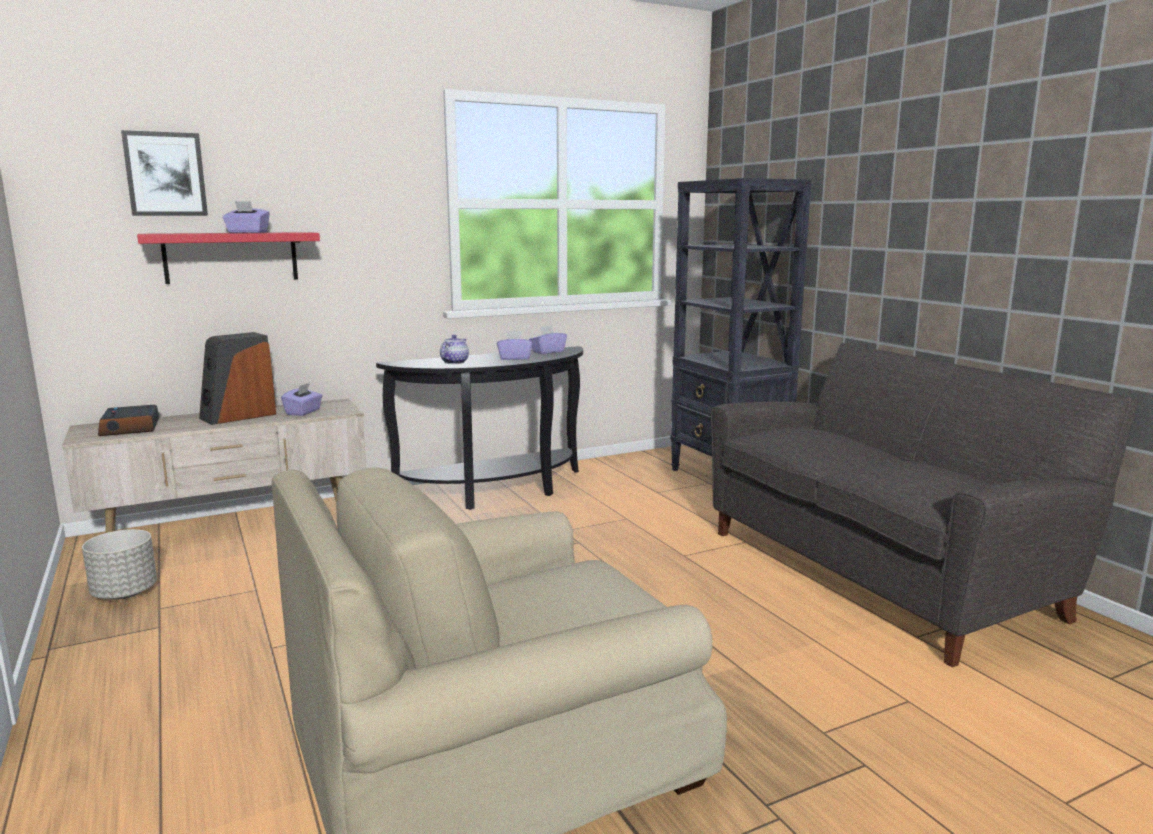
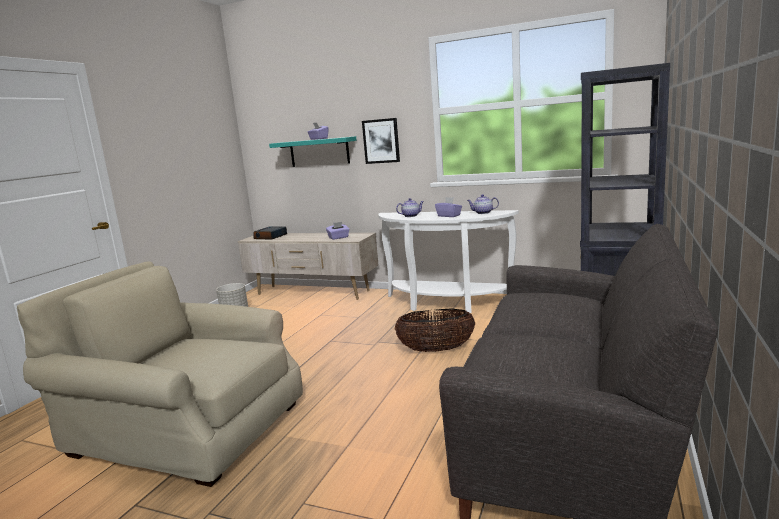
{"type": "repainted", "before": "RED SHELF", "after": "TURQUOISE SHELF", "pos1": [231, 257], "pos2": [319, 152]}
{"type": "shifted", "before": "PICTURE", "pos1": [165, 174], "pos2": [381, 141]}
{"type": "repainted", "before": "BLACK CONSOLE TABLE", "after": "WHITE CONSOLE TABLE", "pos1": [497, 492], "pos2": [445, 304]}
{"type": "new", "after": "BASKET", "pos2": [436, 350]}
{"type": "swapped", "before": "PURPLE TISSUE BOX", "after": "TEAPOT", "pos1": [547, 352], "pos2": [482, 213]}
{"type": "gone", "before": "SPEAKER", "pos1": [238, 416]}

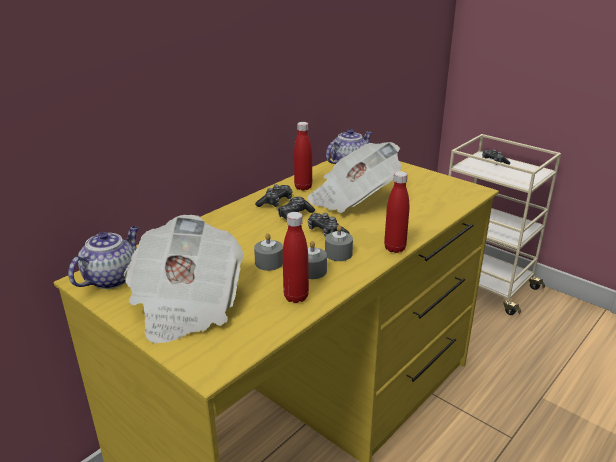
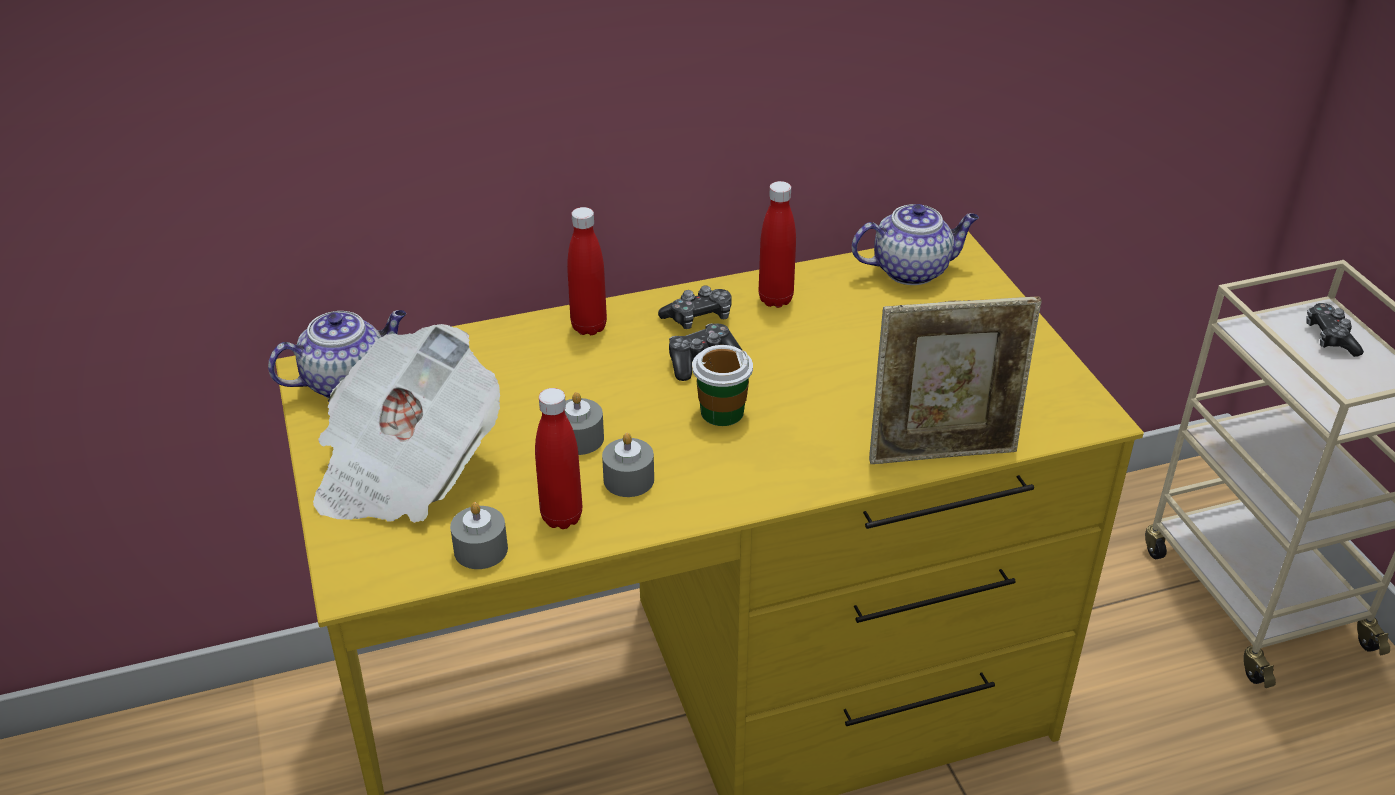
{"type": "shifted", "before": "GREY CANDLE", "pos1": [338, 254], "pos2": [481, 550]}
{"type": "shifted", "before": "RED BOTTLE", "pos1": [394, 248], "pos2": [589, 327]}
{"type": "swapped", "before": "GAME CONTROLLER", "after": "CUP", "pos1": [326, 232], "pos2": [721, 412]}
{"type": "new", "after": "PICTURE FRAME", "pos2": [942, 452]}
{"type": "gone", "before": "NEWSPAPER", "pos1": [352, 199]}

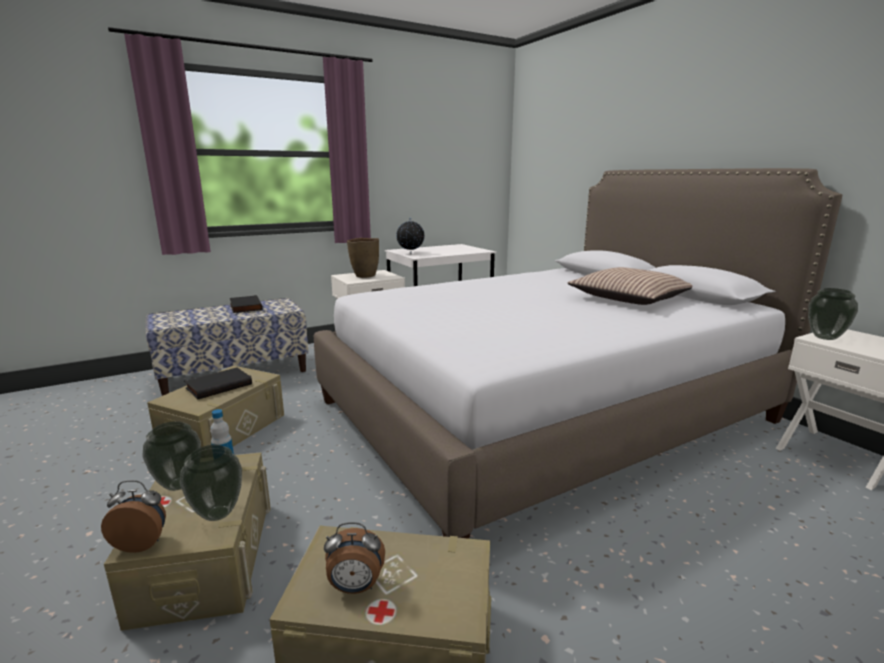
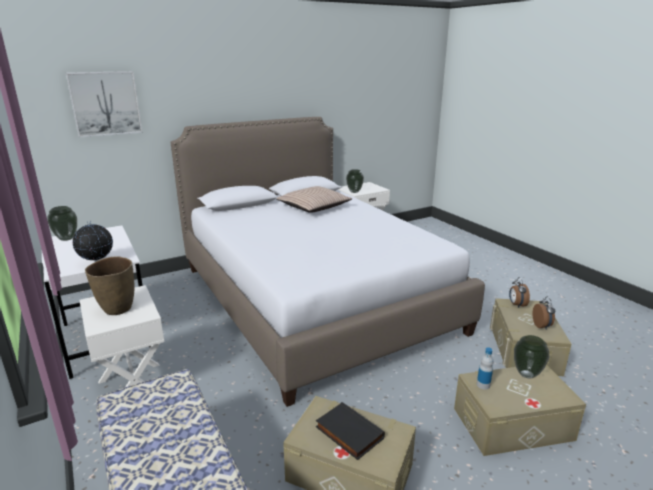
{"type": "shifted", "before": "VASE", "pos1": [178, 485], "pos2": [66, 239]}
{"type": "new", "after": "PICTURE", "pos2": [105, 103]}
{"type": "shifted", "before": "ALARM CLOCK", "pos1": [142, 542], "pos2": [516, 305]}
{"type": "gone", "before": "BLACK BOOK", "pos1": [244, 307]}

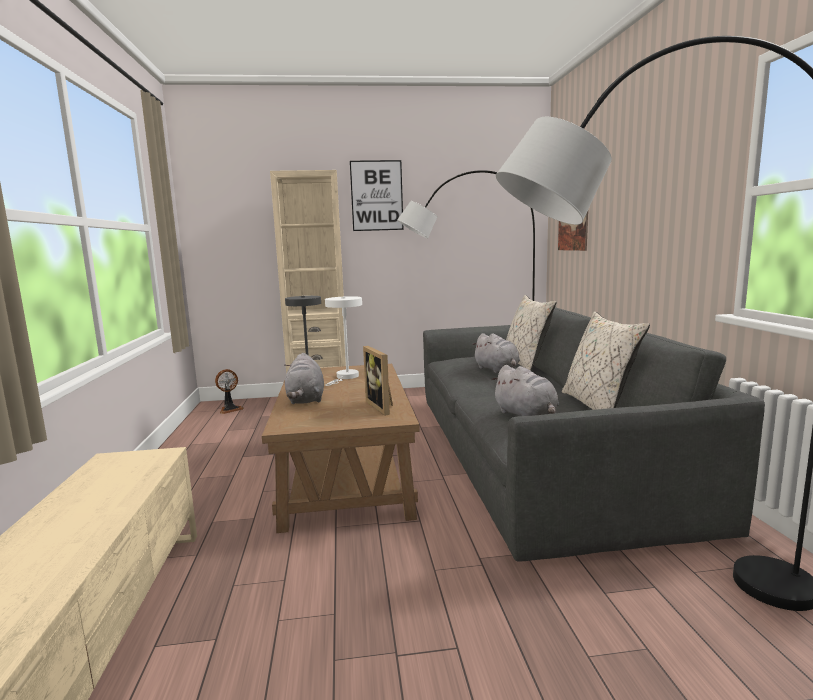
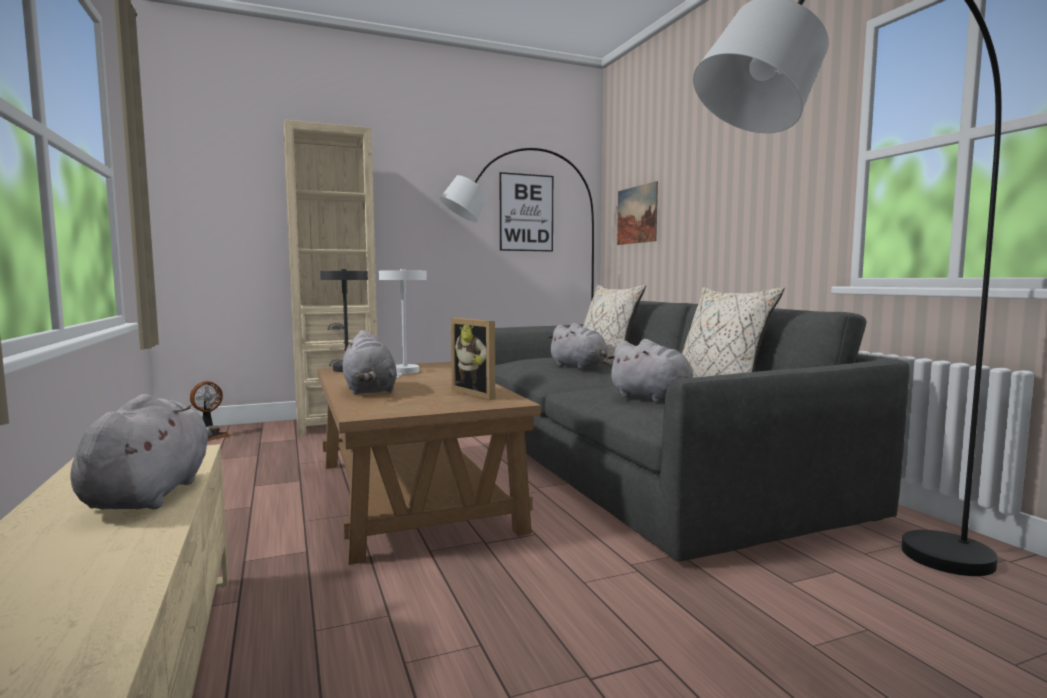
{"type": "new", "after": "GREY PLUSH TOY", "pos2": [150, 493]}
{"type": "shifted", "before": "PICTURE", "pos1": [377, 196], "pos2": [526, 213]}

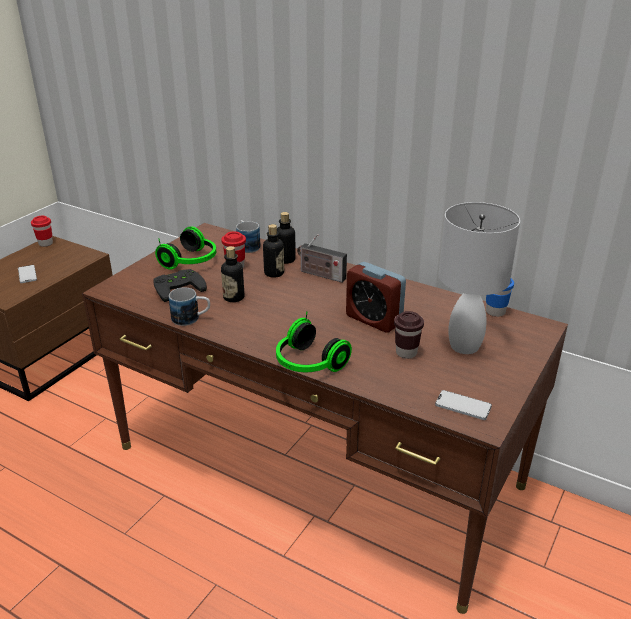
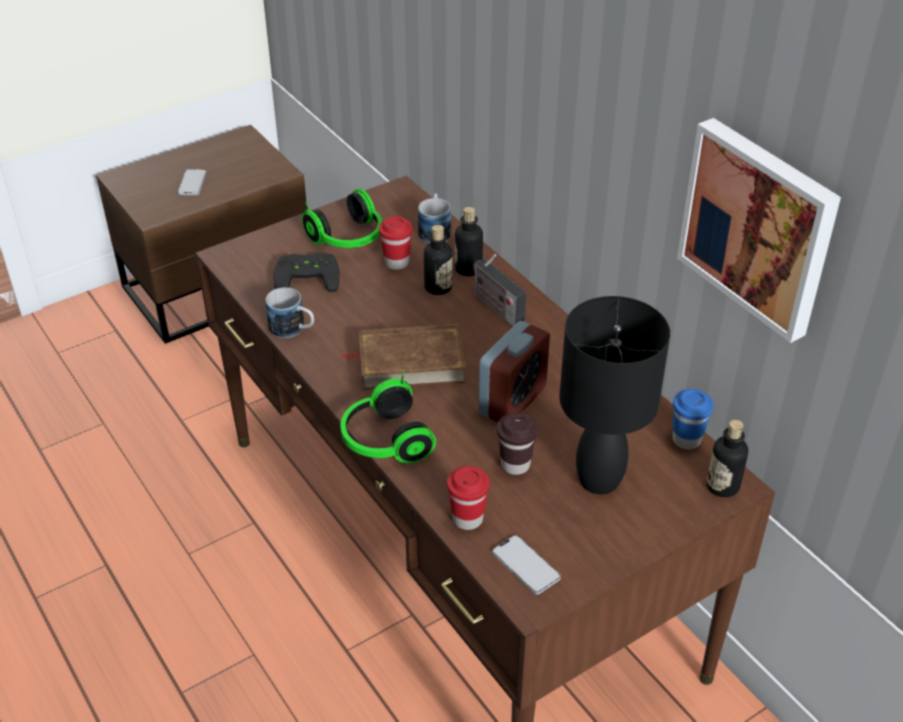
{"type": "new", "after": "BROWN BOOK", "pos2": [411, 362]}
{"type": "shifted", "before": "RED CUP", "pos1": [45, 243], "pos2": [467, 519]}
{"type": "rotated", "before": "ALARM CLOCK", "pos1": [374, 319], "pos2": [512, 400], "turn": -120}
{"type": "repainted", "before": "WHITE TABLE LAMP", "after": "BLACK TABLE LAMP", "pos1": [463, 346], "pos2": [597, 479]}
{"type": "new", "after": "PICTURE", "pos2": [759, 226]}
{"type": "shifted", "before": "BOTTLE", "pos1": [233, 297], "pos2": [722, 486]}

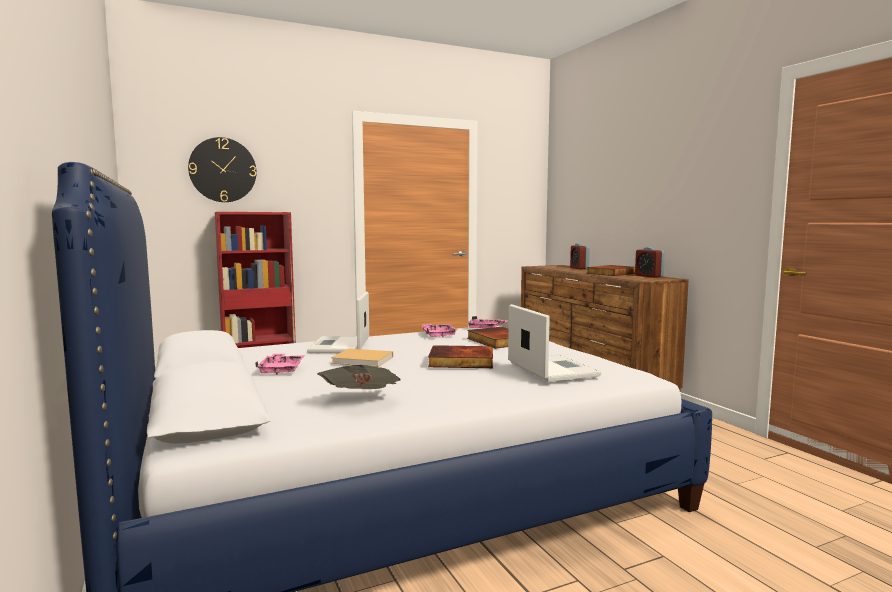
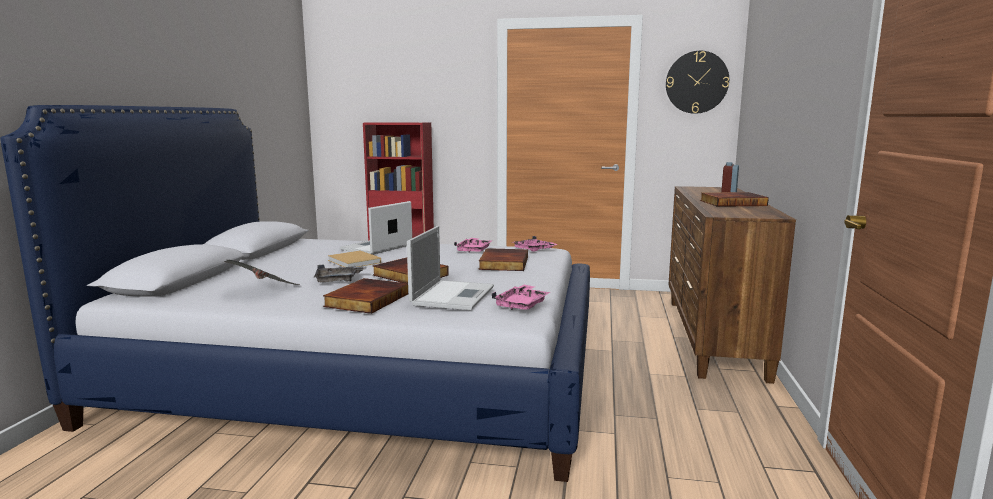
{"type": "new", "after": "GREY TRAY", "pos2": [338, 280]}
{"type": "new", "after": "BOOK", "pos2": [366, 299]}
{"type": "shifted", "before": "PINK TRAY", "pos1": [281, 370], "pos2": [522, 305]}
{"type": "shifted", "before": "WALL CLOCK", "pos1": [223, 170], "pos2": [696, 82]}
{"type": "gone", "before": "ALARM CLOCK", "pos1": [648, 276]}

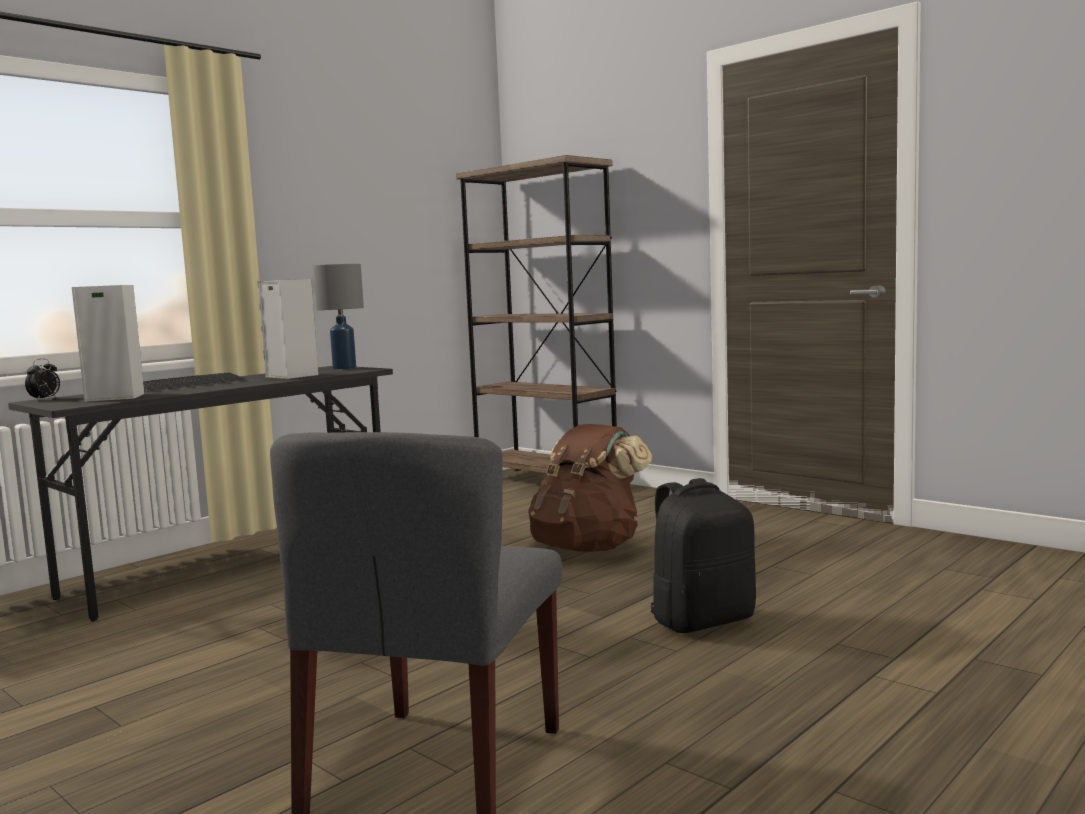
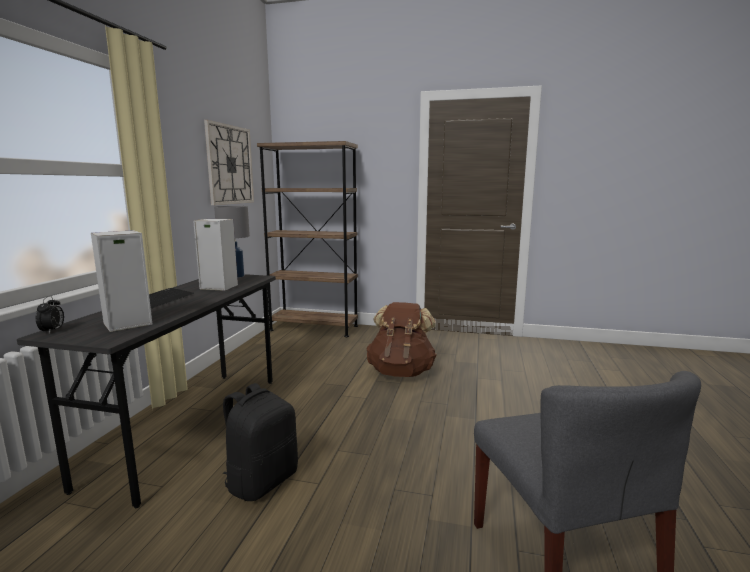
{"type": "new", "after": "WALL CLOCK", "pos2": [230, 165]}
{"type": "shifted", "before": "BLACK BACKPACK", "pos1": [702, 620], "pos2": [262, 481]}

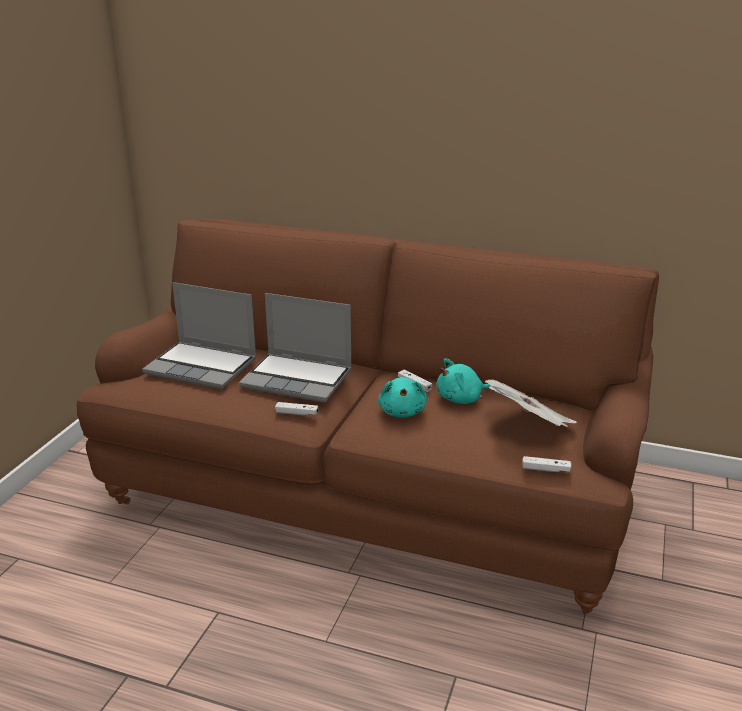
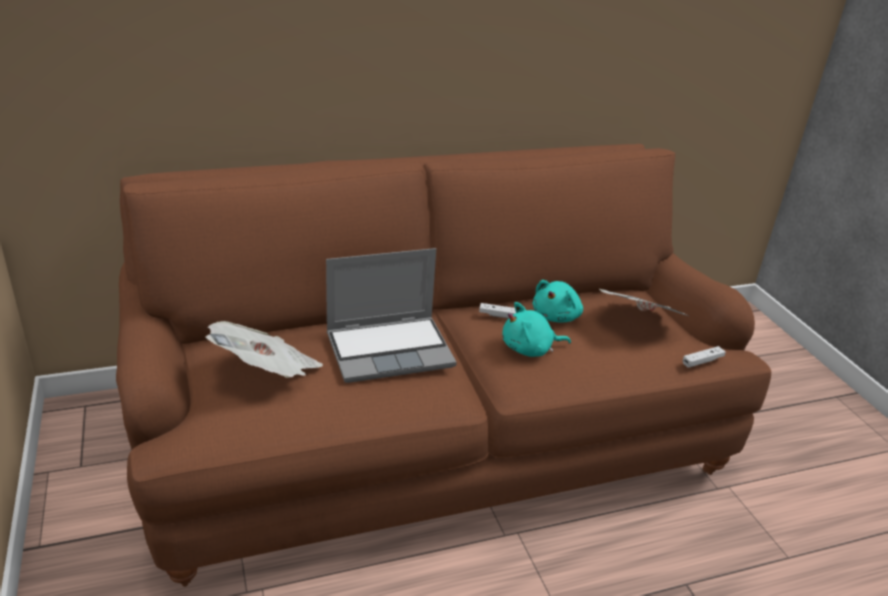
{"type": "swapped", "before": "LAPTOP", "after": "NEWSPAPER", "pos1": [203, 366], "pos2": [267, 373]}
{"type": "rotated", "before": "TURQUOISE PLUSH TOY", "pos1": [402, 411], "pos2": [530, 349], "turn": 120}
{"type": "gone", "before": "WHITE GAME CONTROLLER", "pos1": [297, 413]}

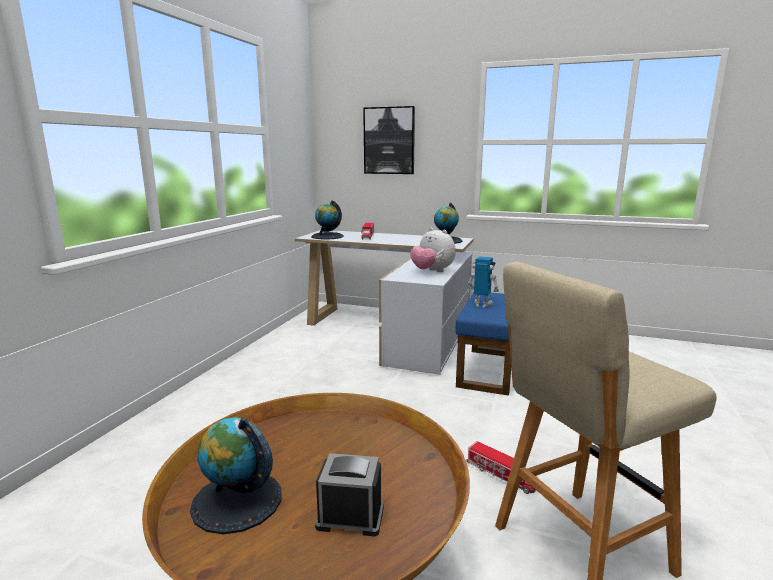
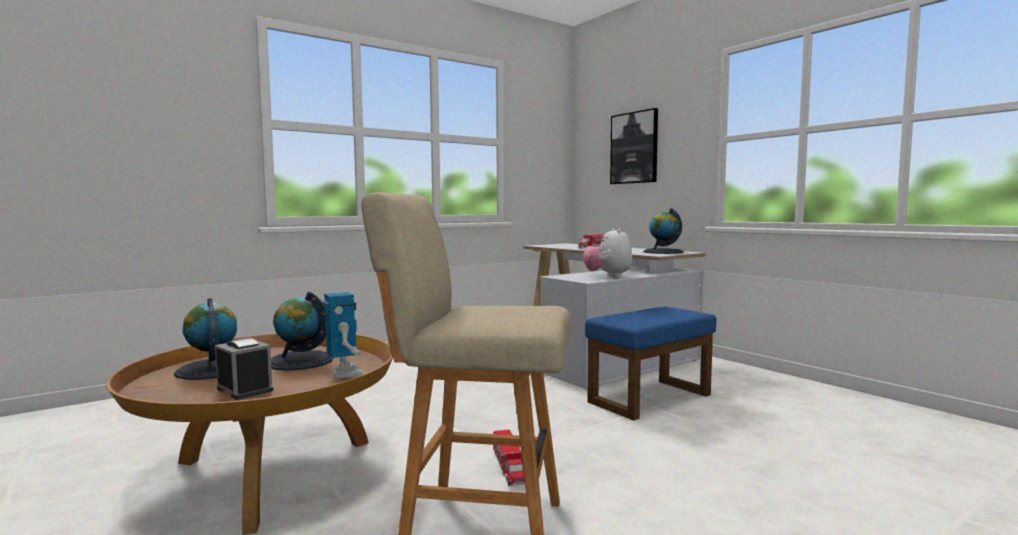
{"type": "shifted", "before": "GLOBE", "pos1": [327, 236], "pos2": [299, 361]}
{"type": "shifted", "before": "TOY ROBOT", "pos1": [482, 305], "pos2": [346, 374]}

